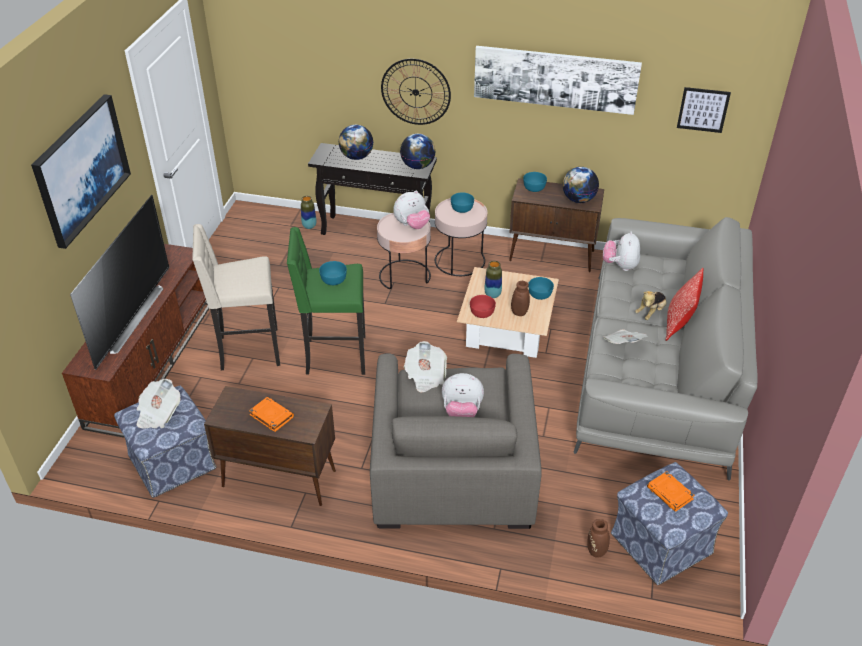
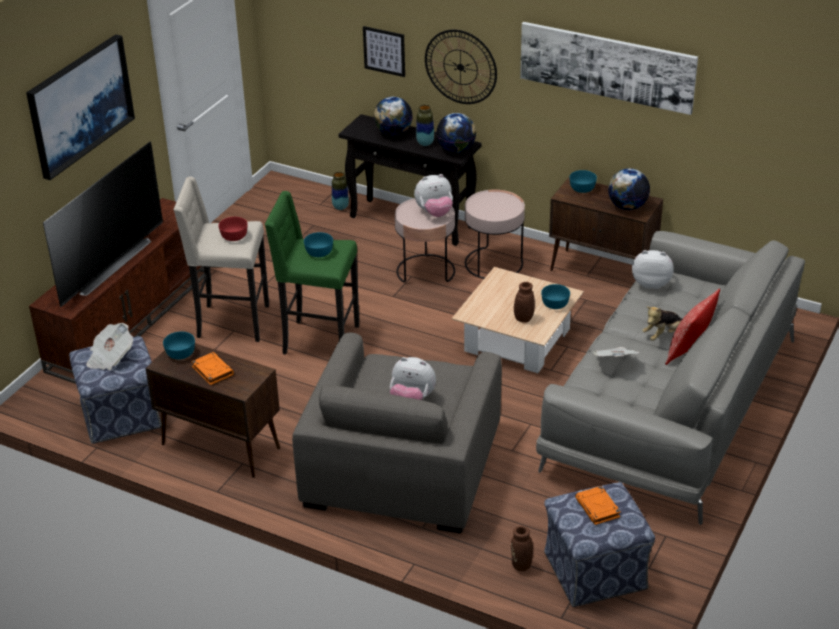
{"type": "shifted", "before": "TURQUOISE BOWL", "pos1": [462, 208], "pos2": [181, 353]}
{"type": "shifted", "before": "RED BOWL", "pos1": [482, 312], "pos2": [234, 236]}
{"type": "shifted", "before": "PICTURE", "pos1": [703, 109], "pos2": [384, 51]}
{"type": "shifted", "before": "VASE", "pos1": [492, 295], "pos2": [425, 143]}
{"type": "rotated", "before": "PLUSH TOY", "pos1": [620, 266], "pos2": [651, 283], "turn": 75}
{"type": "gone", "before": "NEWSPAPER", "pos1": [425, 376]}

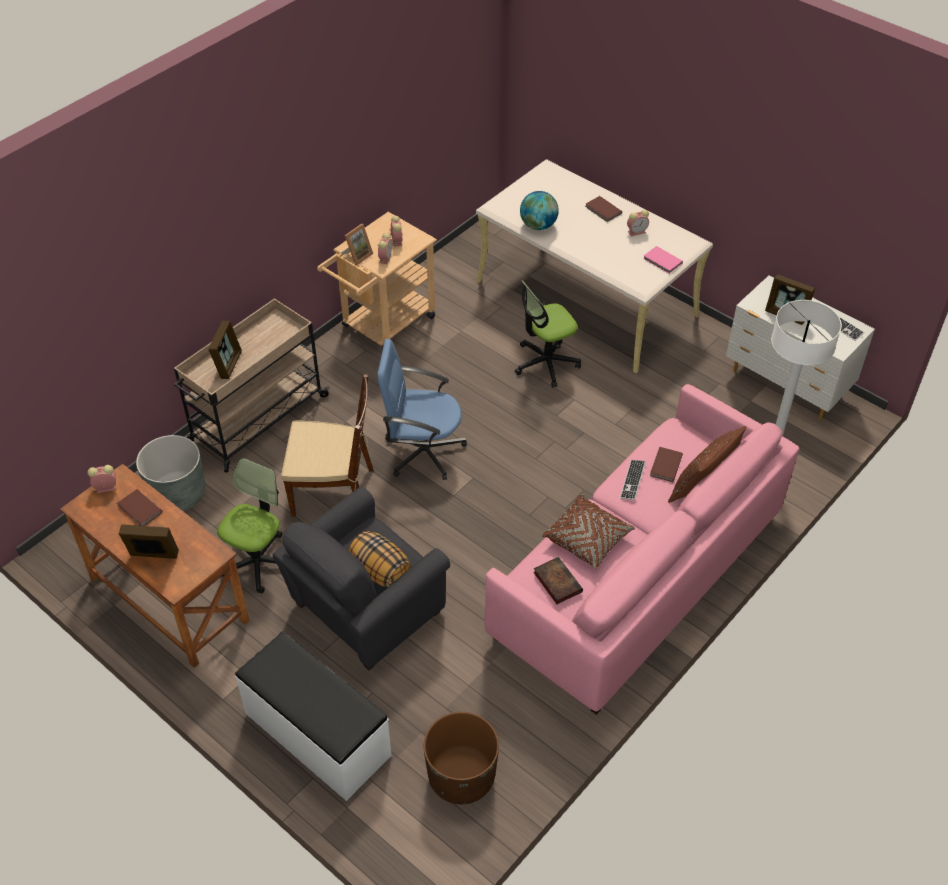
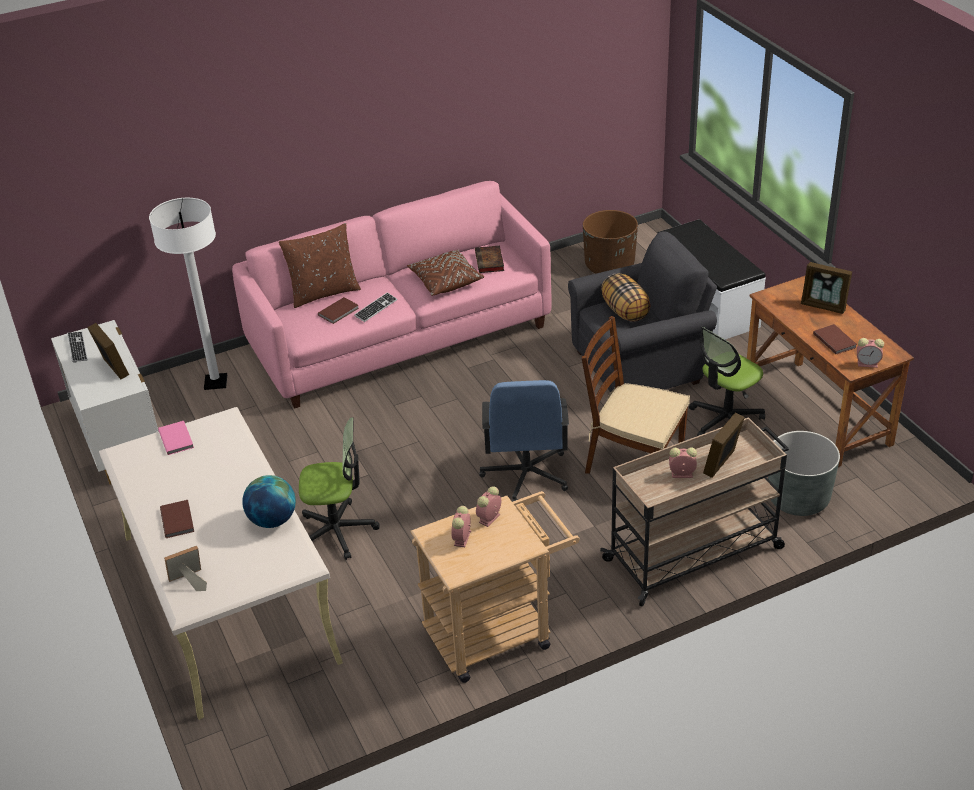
{"type": "shifted", "before": "PICTURE FRAME", "pos1": [357, 256], "pos2": [188, 582]}
{"type": "rotated", "before": "BLUE OFFICE CHAIR", "pos1": [422, 451], "pos2": [526, 475], "turn": 60}
{"type": "shifted", "before": "ALARM CLOCK", "pos1": [637, 231], "pos2": [681, 474]}

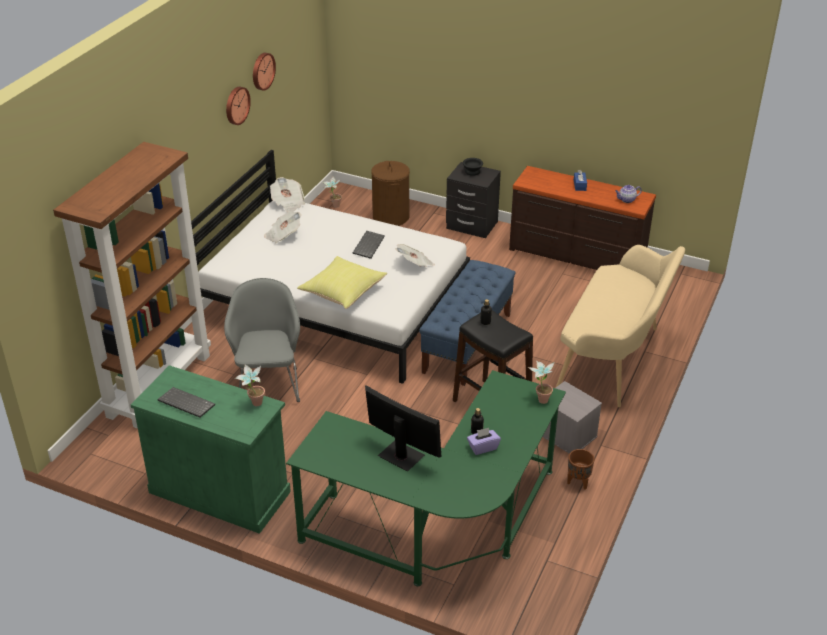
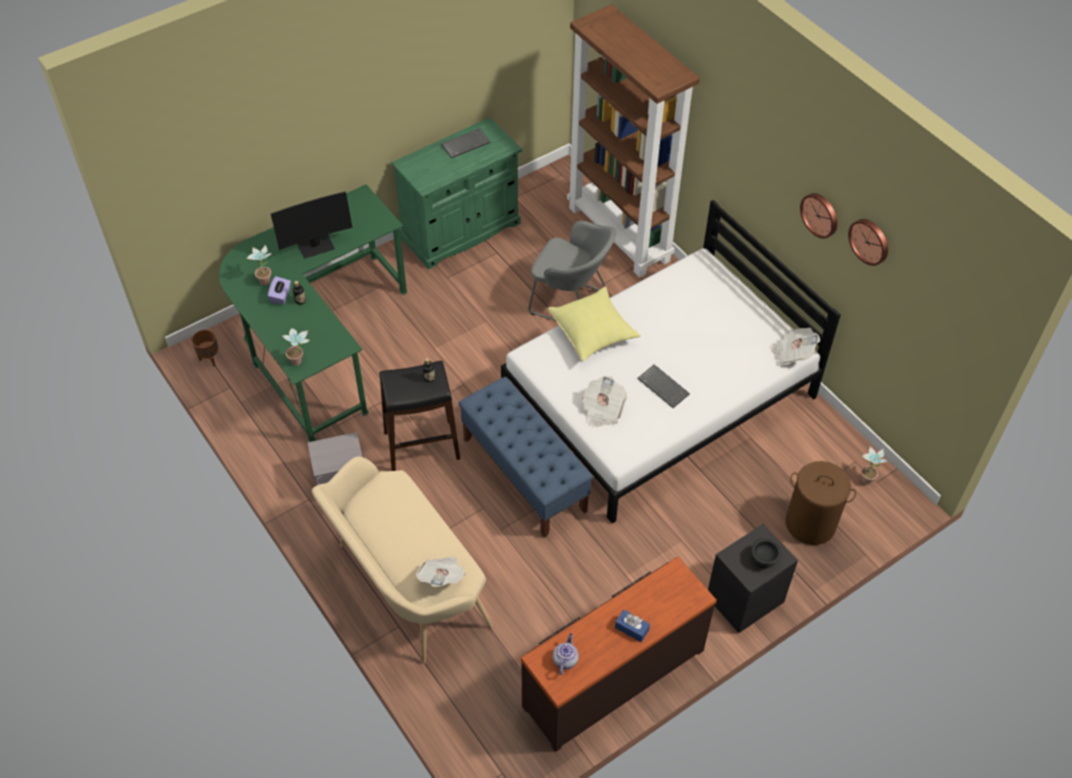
{"type": "shifted", "before": "BROWN PLANTER", "pos1": [577, 482], "pos2": [210, 359]}
{"type": "shifted", "before": "POTTED PLANT", "pos1": [253, 404], "pos2": [265, 279]}
{"type": "shifted", "before": "NEWSPAPER", "pos1": [283, 235], "pos2": [442, 577]}

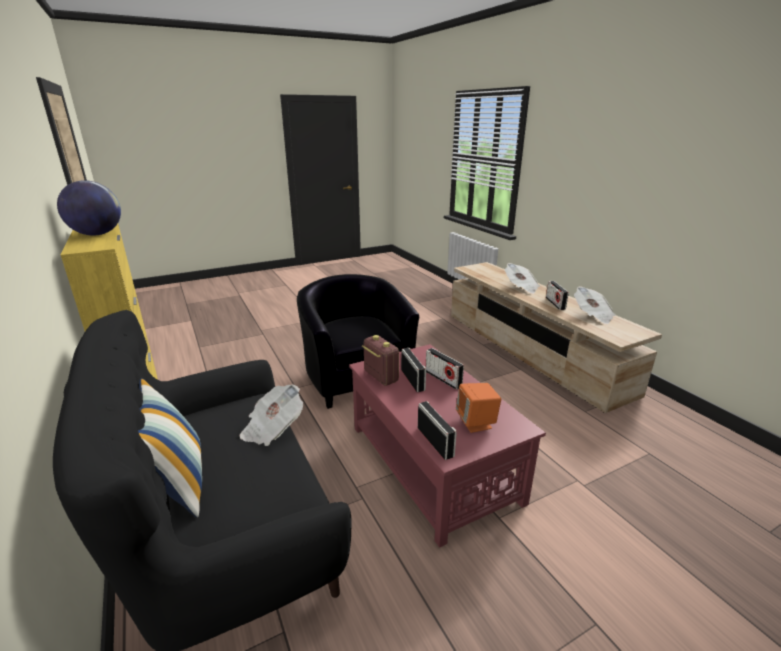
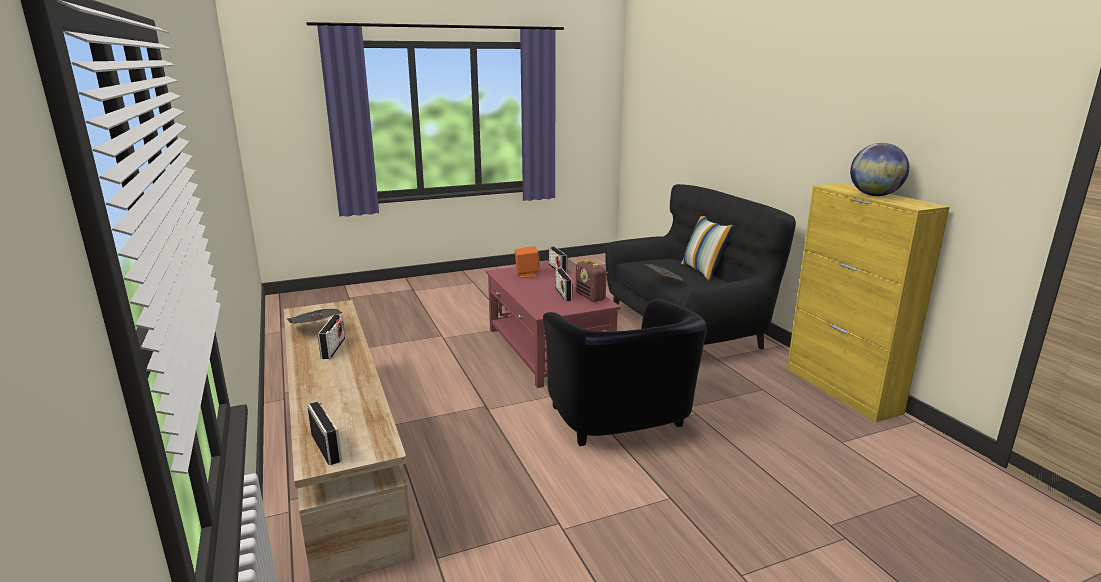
{"type": "shifted", "before": "RADIO", "pos1": [443, 379], "pos2": [326, 448]}
{"type": "gone", "before": "NEWSPAPER", "pos1": [521, 287]}

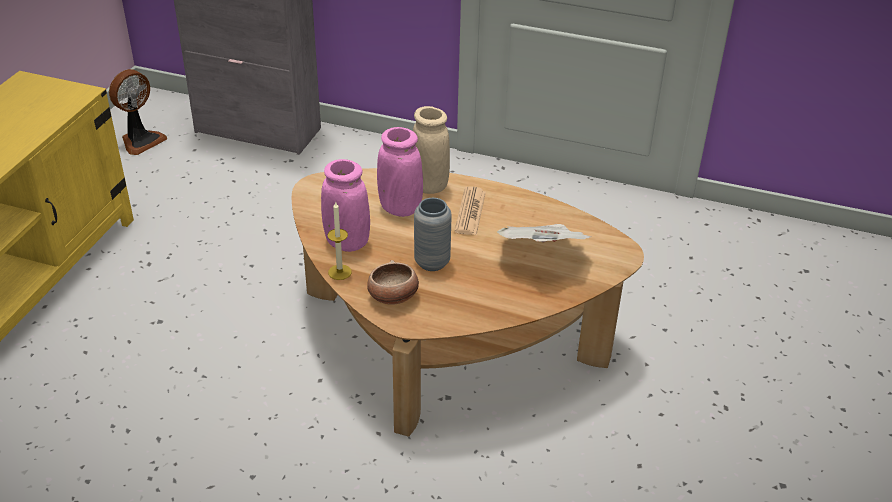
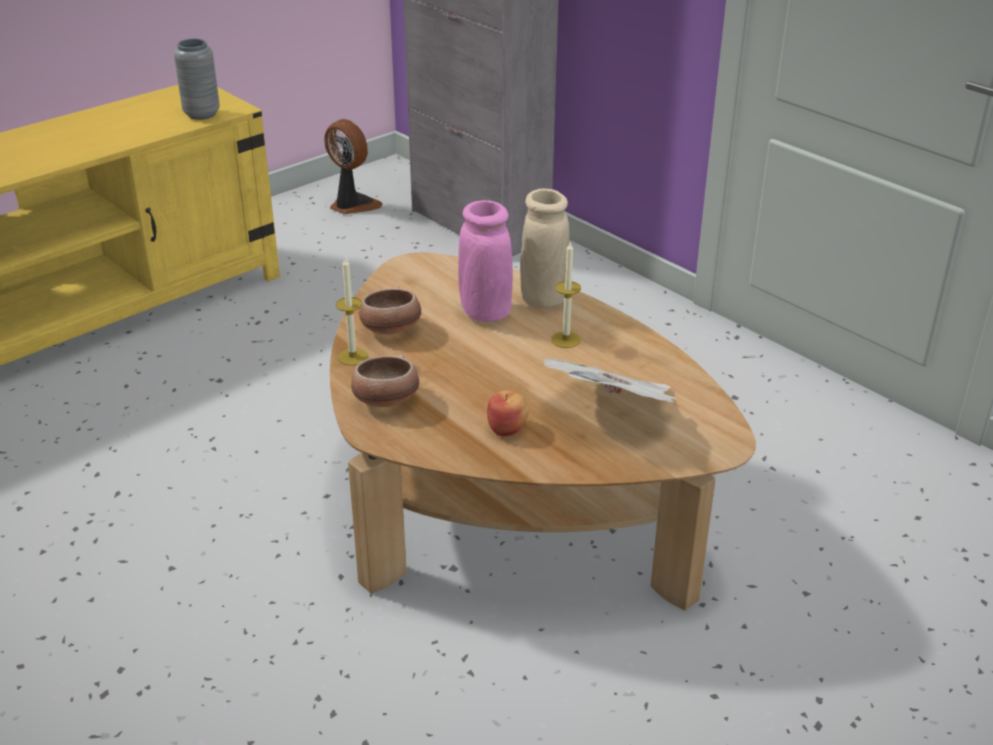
{"type": "shifted", "before": "GREY VASE", "pos1": [432, 262], "pos2": [202, 114]}
{"type": "rotated", "before": "FAN", "pos1": [141, 140], "pos2": [352, 205], "turn": -120}
{"type": "swapped", "before": "PINK VASE", "after": "BOWL", "pos1": [347, 242], "pos2": [390, 330]}
{"type": "new", "after": "APPLE", "pos2": [507, 428]}
{"type": "swapped", "before": "NEWSPAPER", "after": "CANDLE", "pos1": [470, 212], "pos2": [566, 340]}

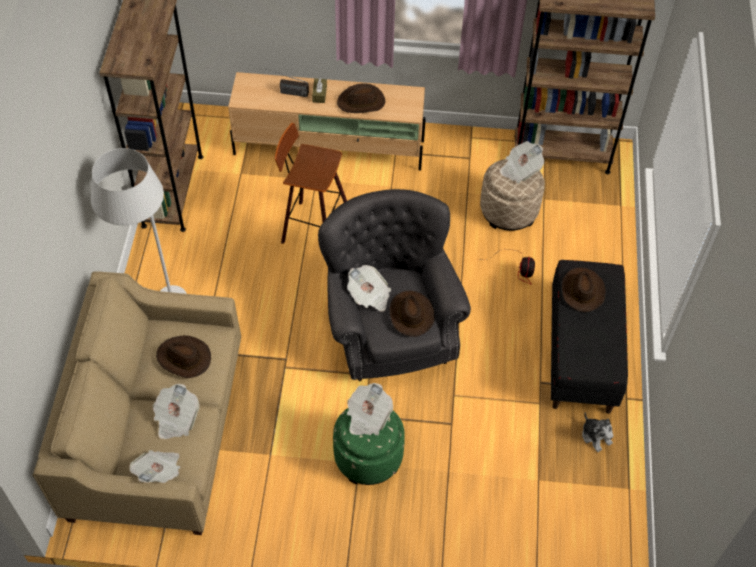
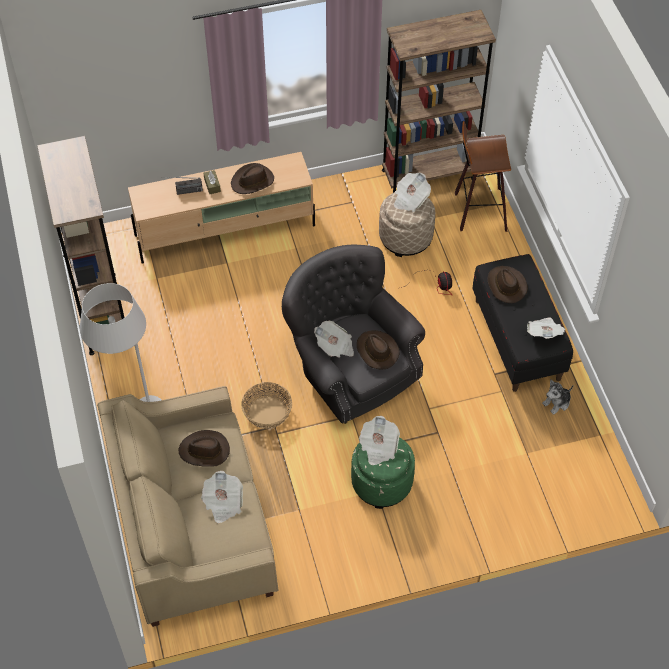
{"type": "new", "after": "BASKET", "pos2": [267, 412]}
{"type": "shifted", "before": "STOOL", "pos1": [313, 227], "pos2": [478, 210]}
{"type": "shifted", "before": "NEWSPAPER", "pos1": [159, 471], "pos2": [544, 333]}
{"type": "rotated", "before": "PLUSH TOY", "pos1": [595, 436], "pos2": [557, 402], "turn": 105}

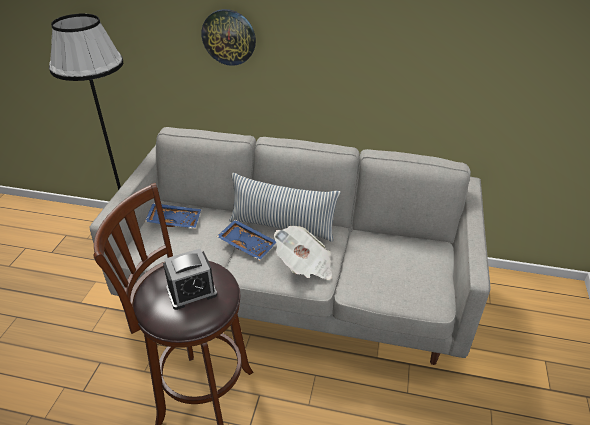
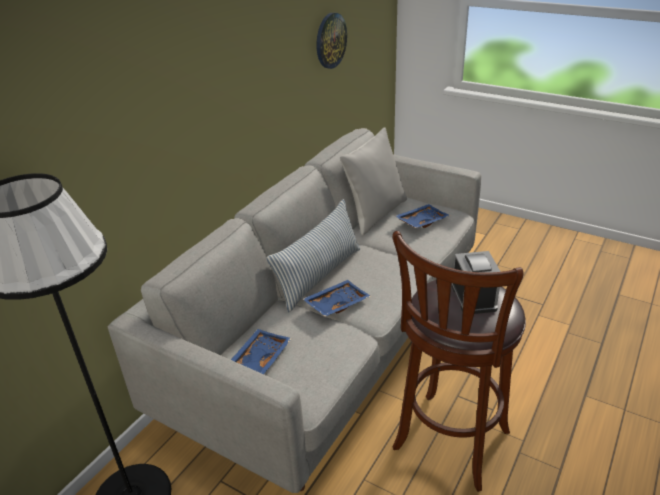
{"type": "shifted", "before": "WALL CLOCK", "pos1": [229, 37], "pos2": [330, 40]}
{"type": "new", "after": "GREY PILLOW", "pos2": [375, 214]}
{"type": "new", "after": "BLUE TRAY", "pos2": [421, 221]}
{"type": "gone", "before": "NEWSPAPER", "pos1": [305, 265]}

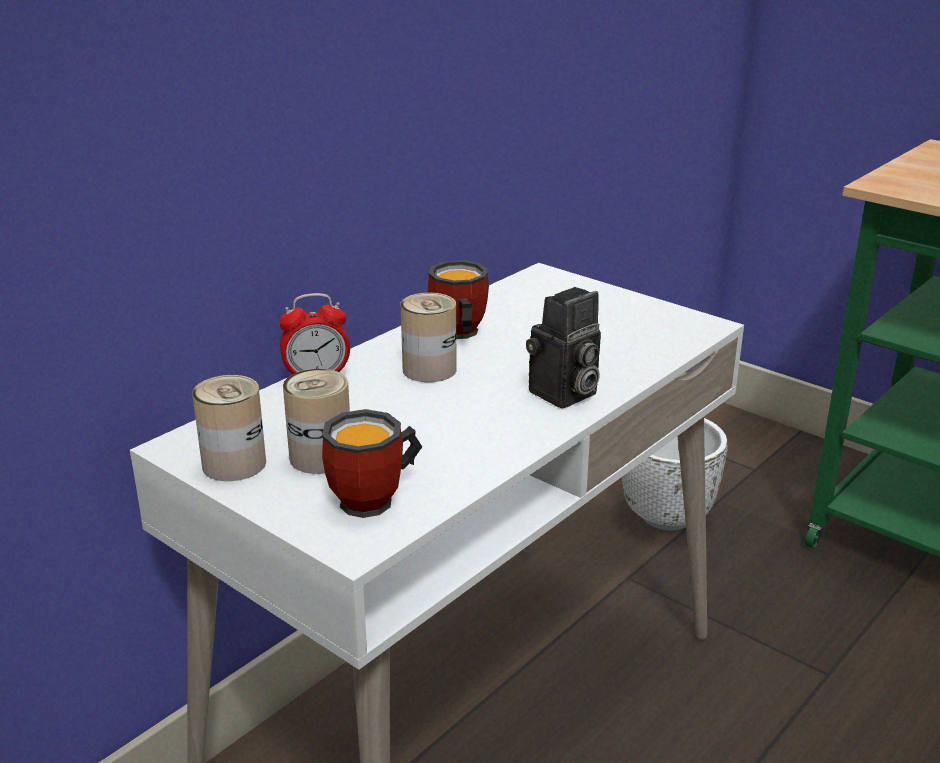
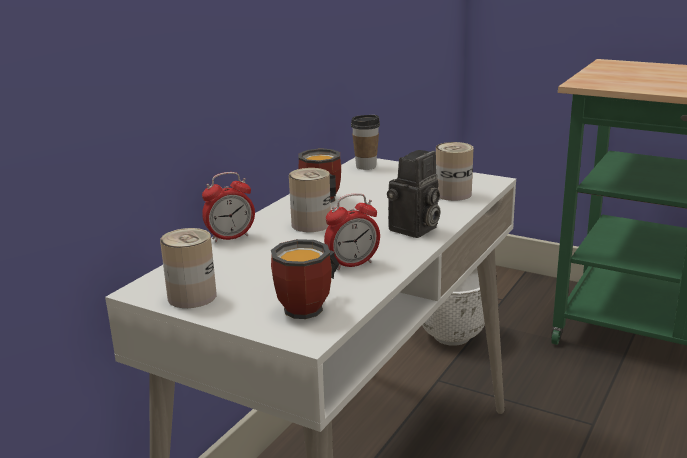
{"type": "new", "after": "ALARM CLOCK", "pos2": [352, 264]}
{"type": "new", "after": "CUP", "pos2": [366, 166]}
{"type": "shifted", "before": "CAN", "pos1": [321, 457], "pos2": [453, 194]}

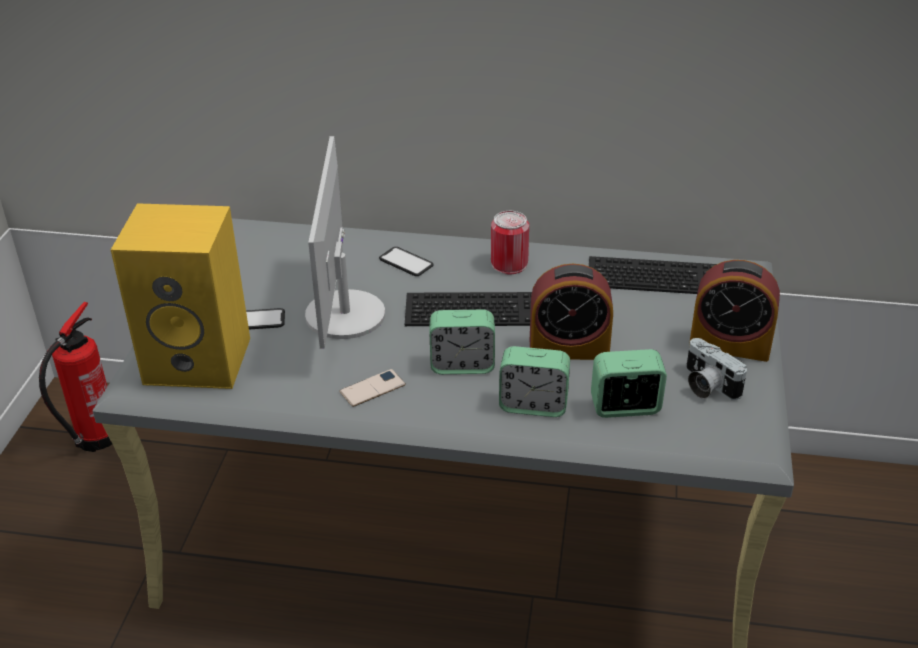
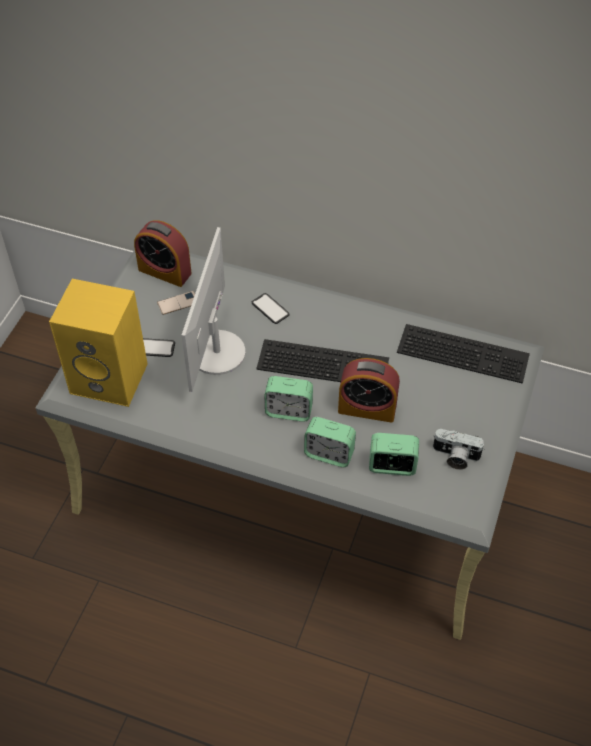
{"type": "shifted", "before": "ALARM CLOCK", "pos1": [729, 345], "pos2": [165, 271]}
{"type": "shifted", "before": "PHONE", "pos1": [372, 388], "pos2": [178, 303]}
{"type": "rotated", "before": "PHOTO CAMERA", "pos1": [707, 385], "pos2": [455, 457], "turn": -45}
{"type": "gone", "before": "FIRE EXTINGUISHER", "pos1": [94, 440]}
{"type": "gone", "before": "CAN", "pos1": [509, 264]}

